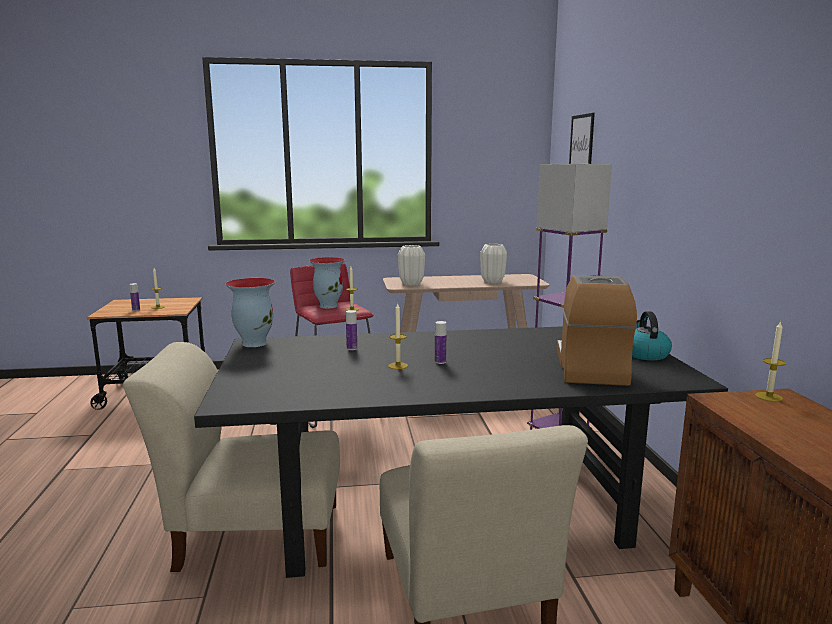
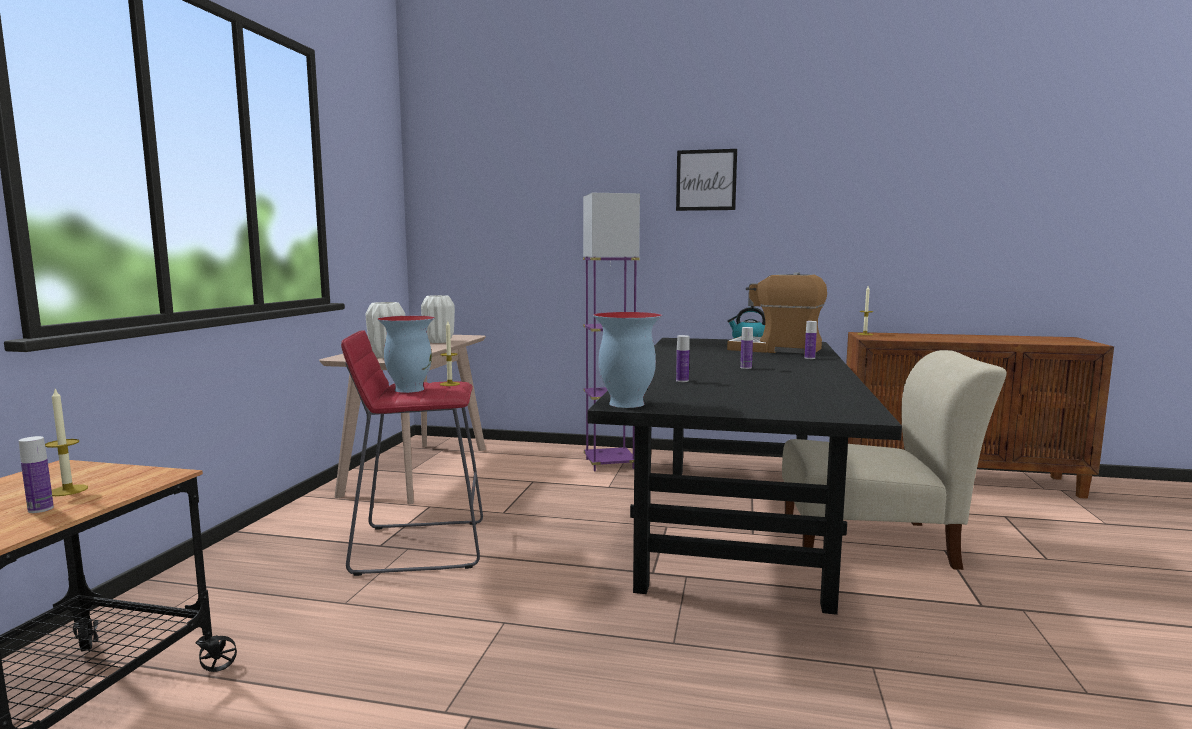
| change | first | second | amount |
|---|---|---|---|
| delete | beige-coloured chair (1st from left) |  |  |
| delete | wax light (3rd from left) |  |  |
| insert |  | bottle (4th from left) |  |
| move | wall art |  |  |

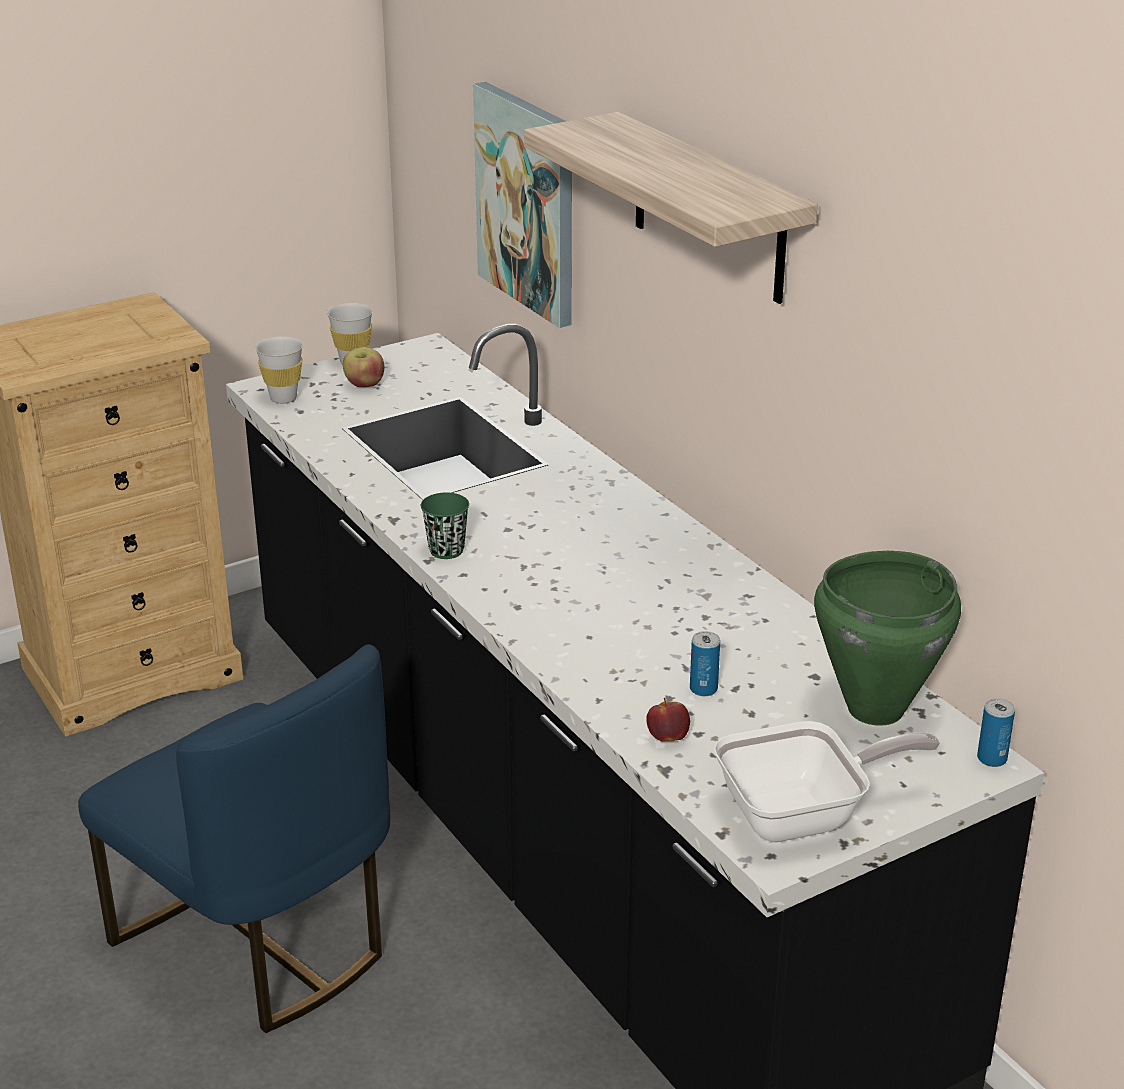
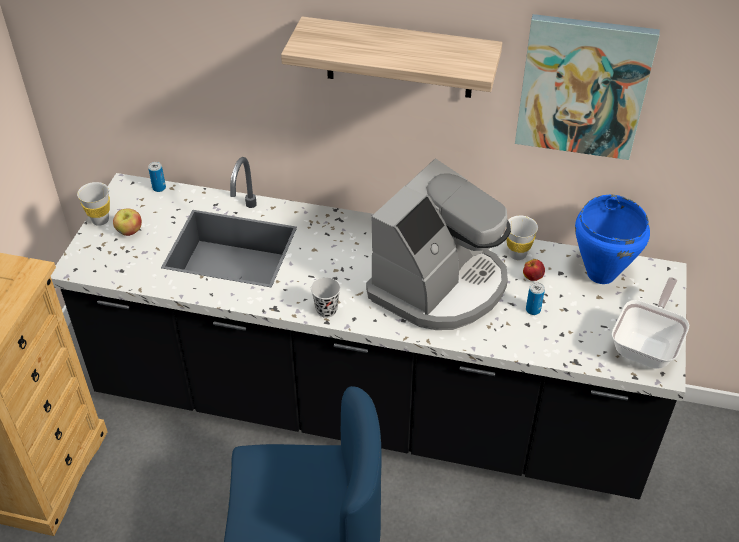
| change | first | second | amount |
|---|---|---|---|
| insert |  | coffee maker |  |
| move | white drinking cup (1st from left in the first image) | white drinking cup (2nd from left) |  |
| move | wall art |  |  |
| move | apple fruit (2nd from left) |  |  |
| move | can (2nd from left in the first image) | can (1st from left) |  |
| recolor | green drinking cup | black drinking cup |  |
| recolor | green cooking pot | bluish cooking pot |  |

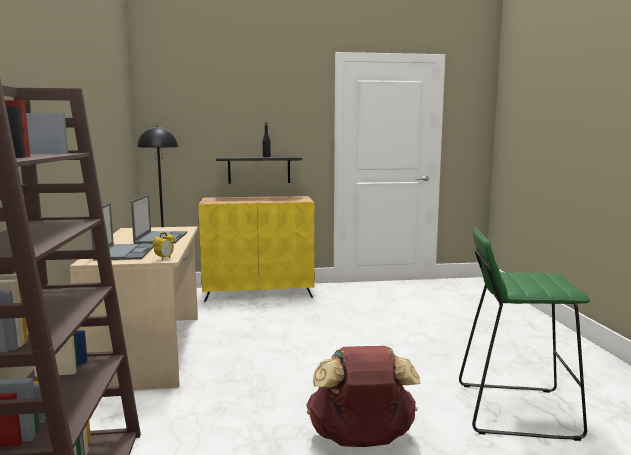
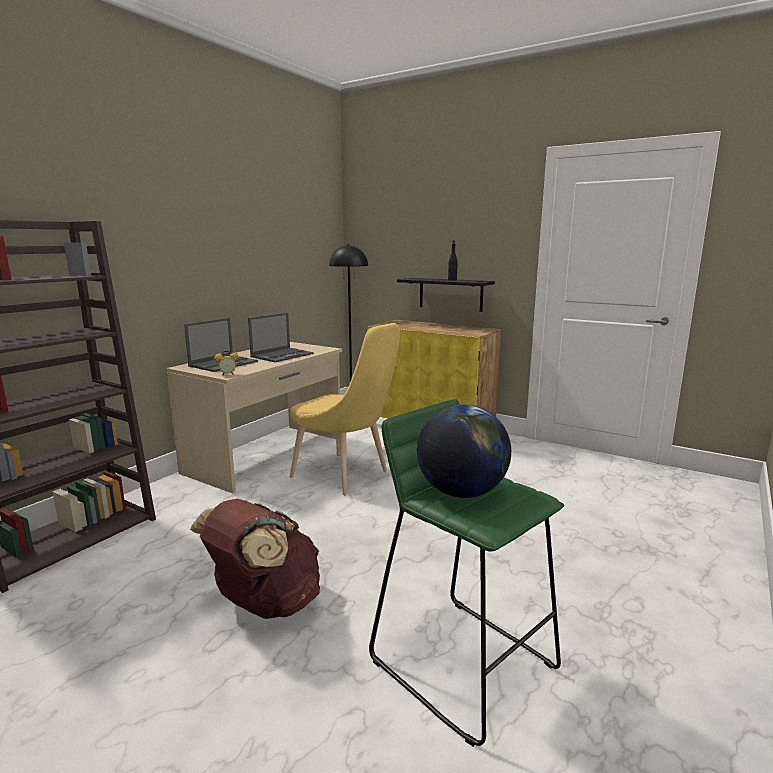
| change | first | second | amount |
|---|---|---|---|
| insert |  | yellowish chair |  |
| insert |  | desk globe |  |

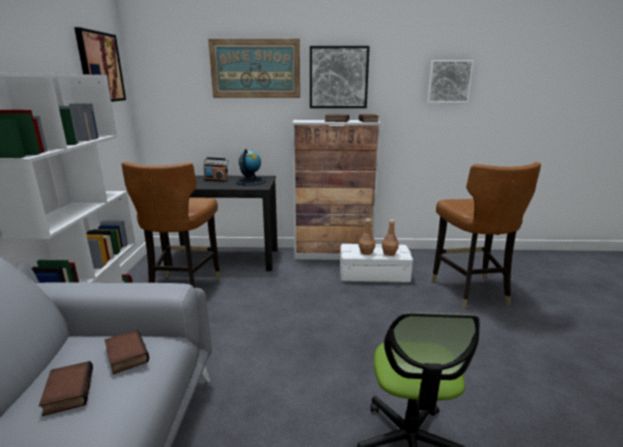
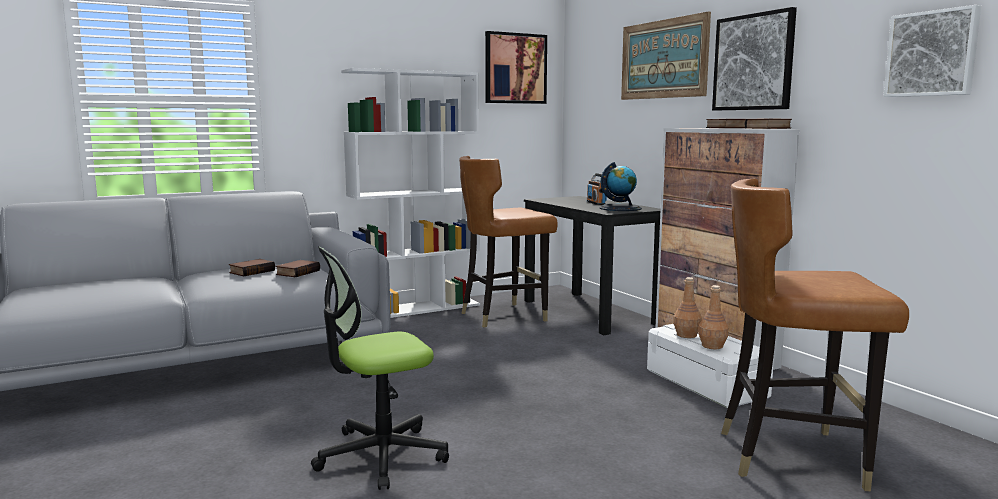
| change | first | second | amount |
|---|---|---|---|
| rotate | brown-coloured chair (2nd from left) |  | 45 degrees clockwise |

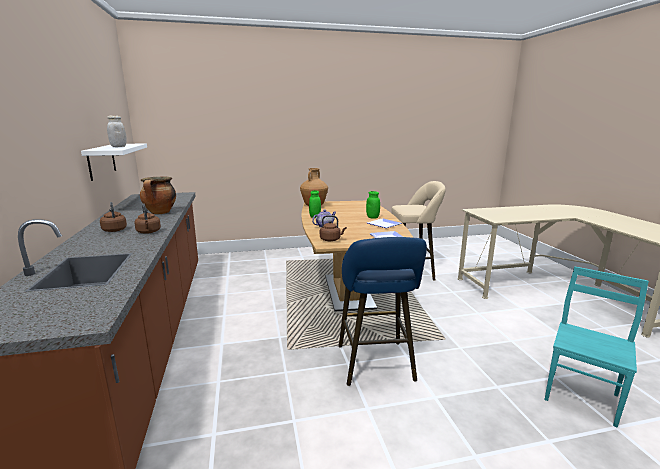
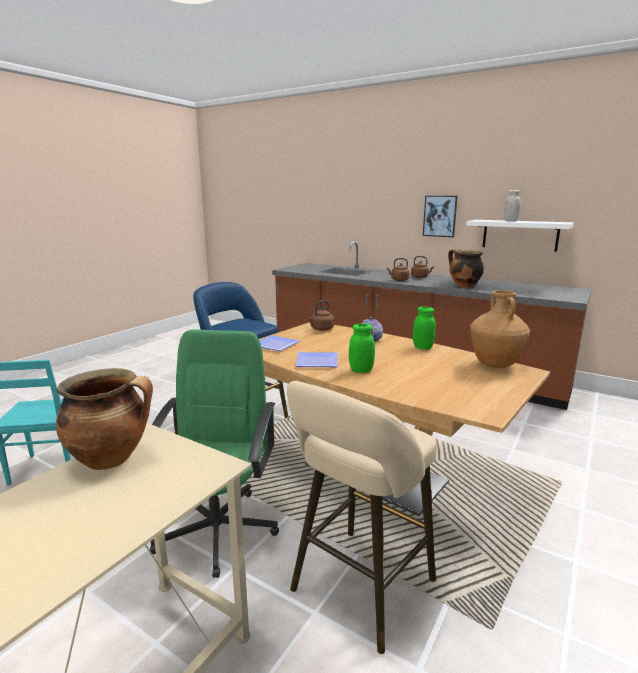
| change | first | second | amount |
|---|---|---|---|
| insert |  | cooking pot (1st from left) |  |
| insert |  | green computer chair |  |
| insert |  | wall art |  |

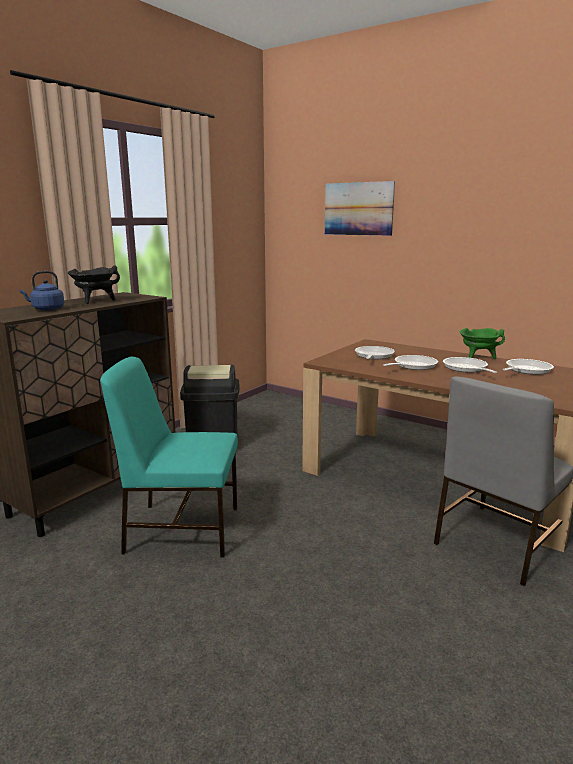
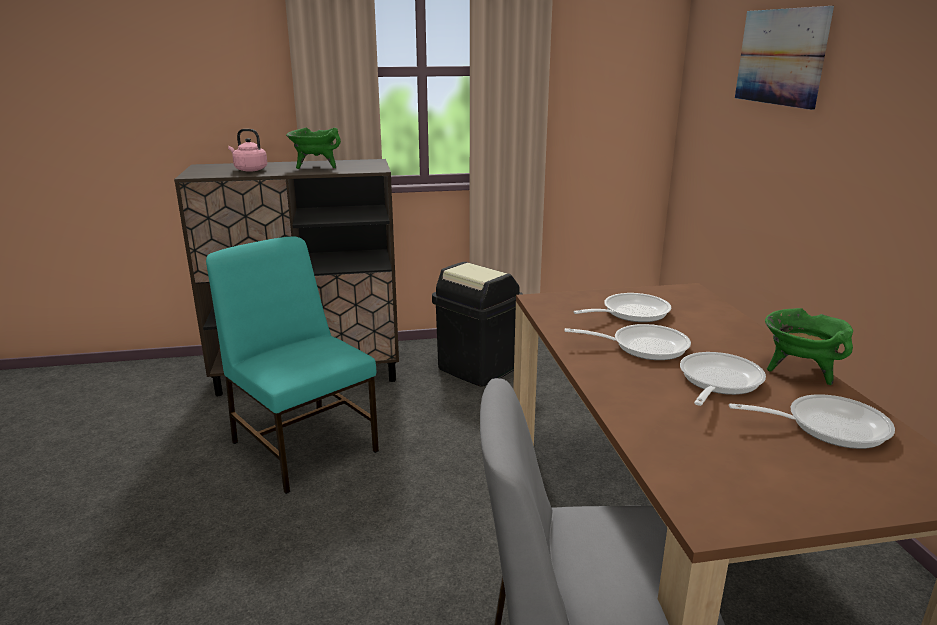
| change | first | second | amount |
|---|---|---|---|
| recolor | bluish water kettle | pink water kettle |  |
| recolor | black cooking pot | green cooking pot (1st from left) |  |

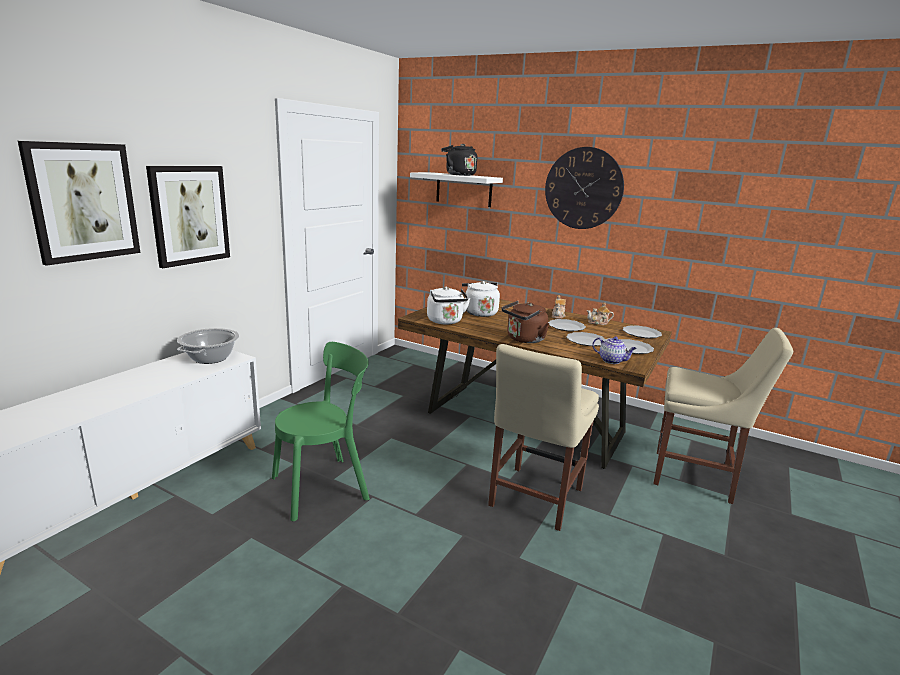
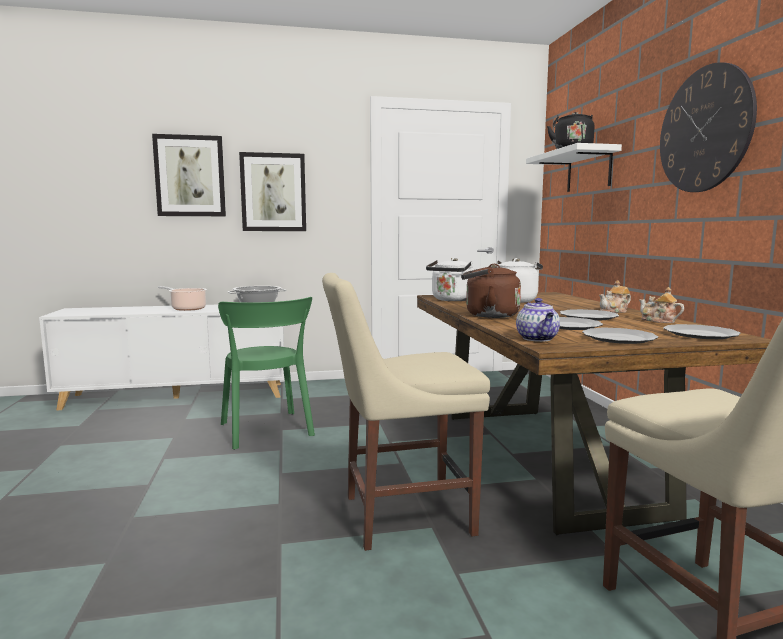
| change | first | second | amount |
|---|---|---|---|
| insert |  | cooking pot (1st from left) |  |
| rotate | green chair |  | 45 degrees clockwise |

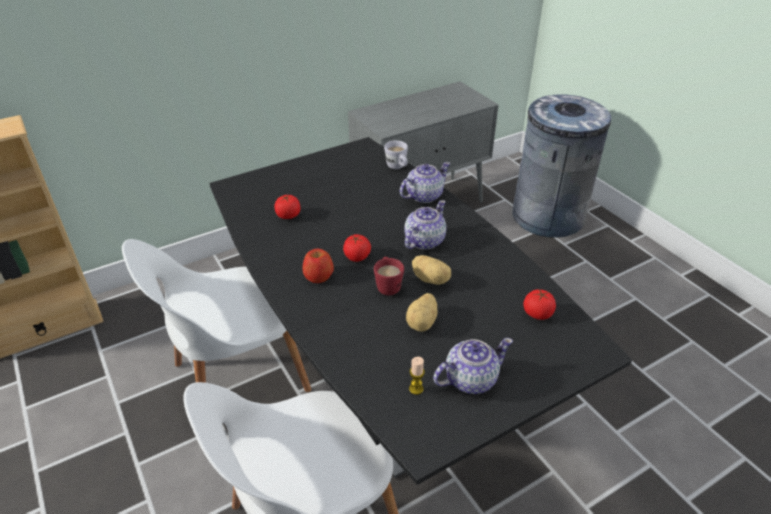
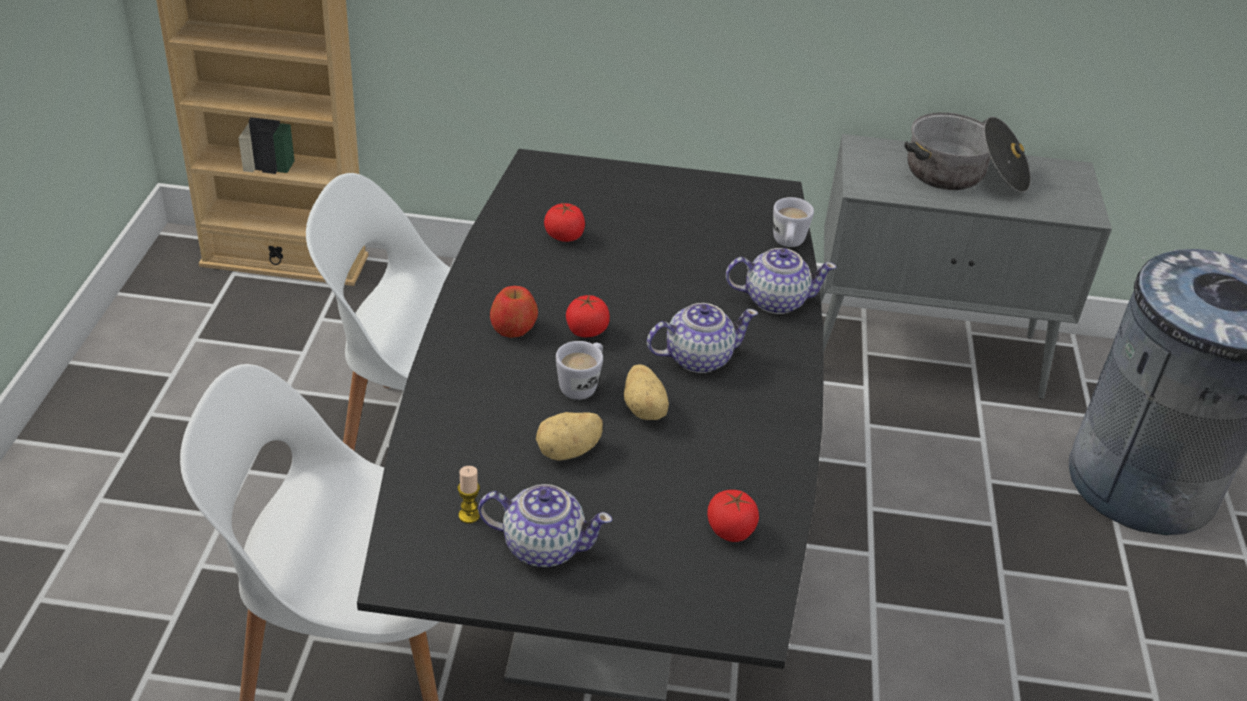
| change | first | second | amount |
|---|---|---|---|
| insert |  | cooking pot |  |
| recolor | red-coloured mug | white mug (1st from left) |  |

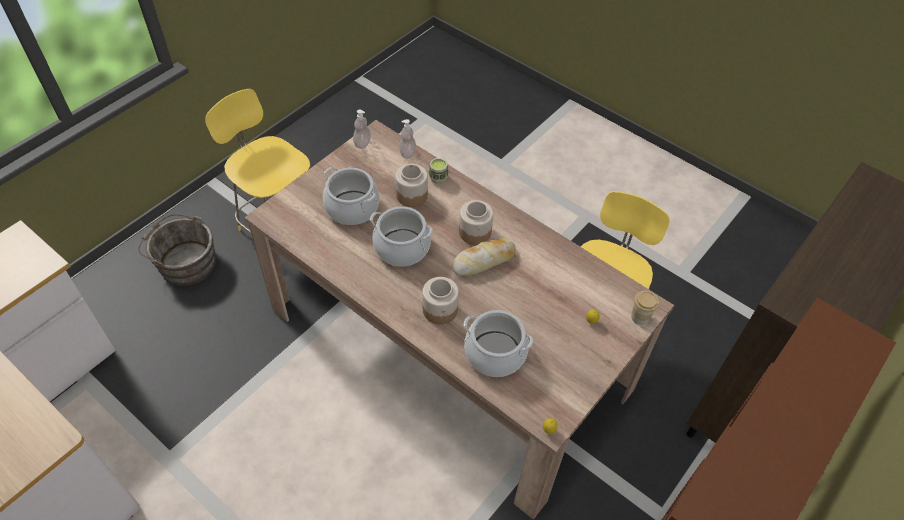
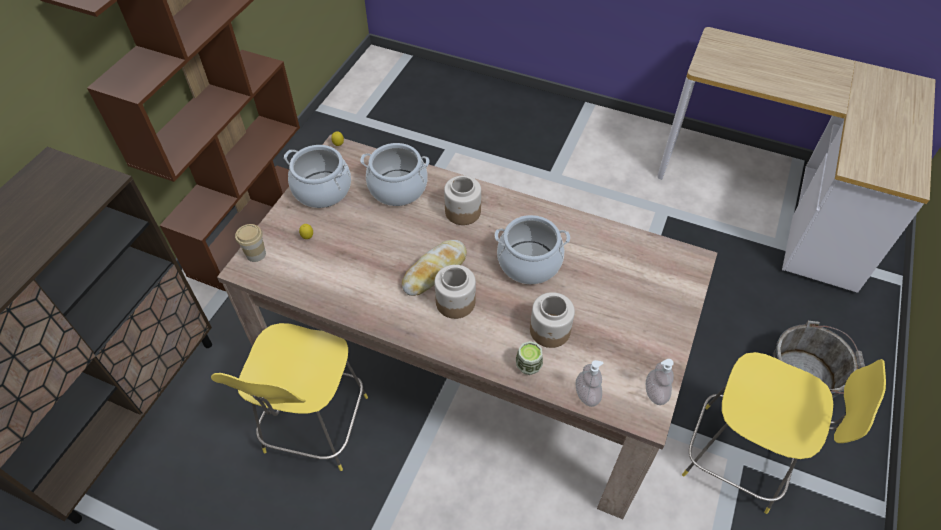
| change | first | second | amount |
|---|---|---|---|
| move | cooking pot (1st from left) |  |  |

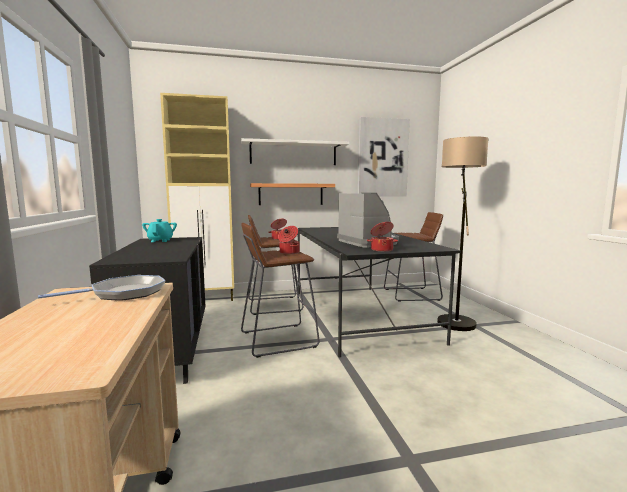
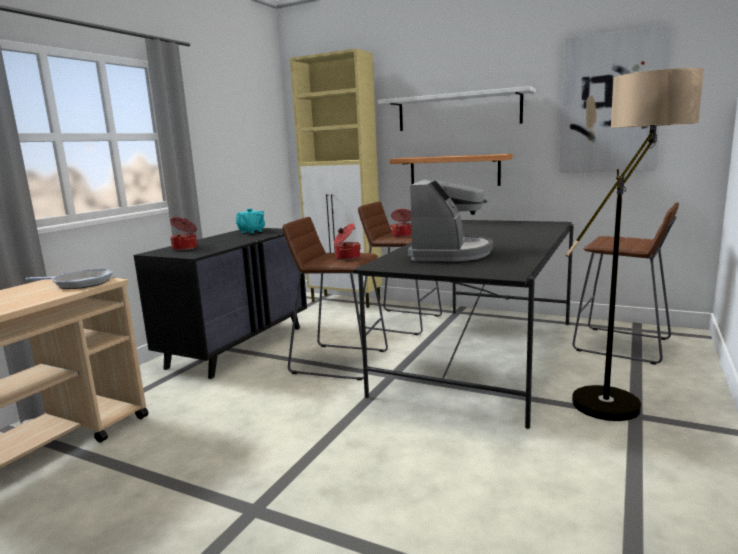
| change | first | second | amount |
|---|---|---|---|
| move | cooking pot (3rd from left in the first image) | cooking pot (1st from left) |  |

